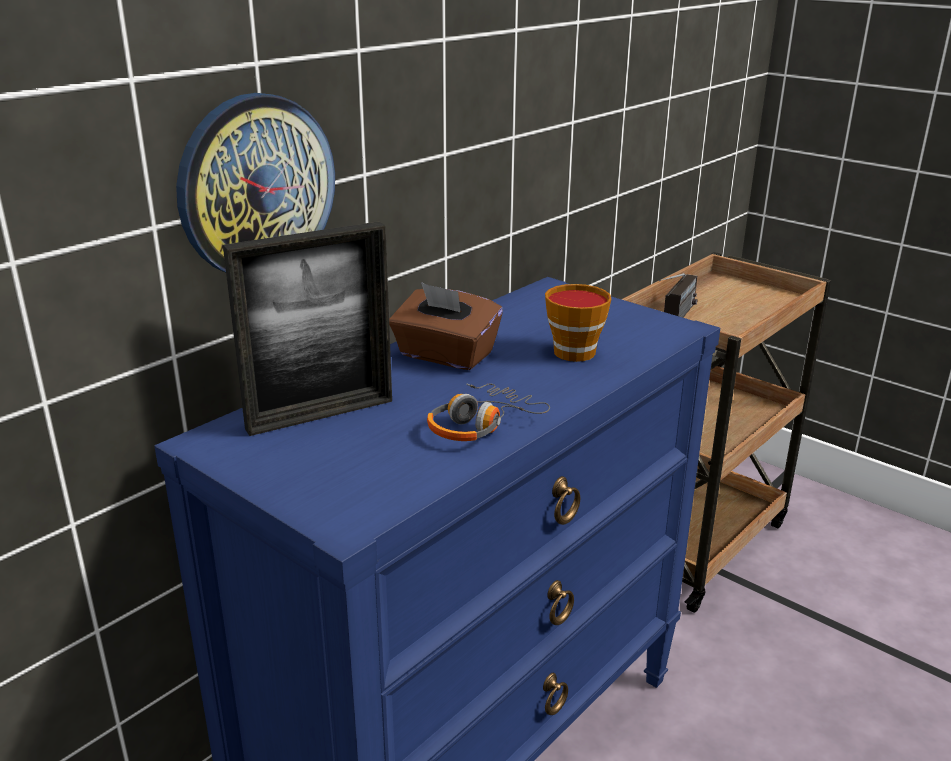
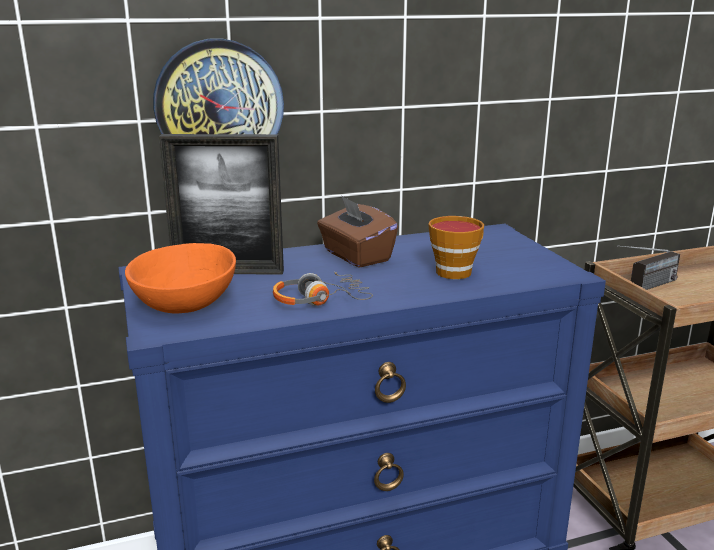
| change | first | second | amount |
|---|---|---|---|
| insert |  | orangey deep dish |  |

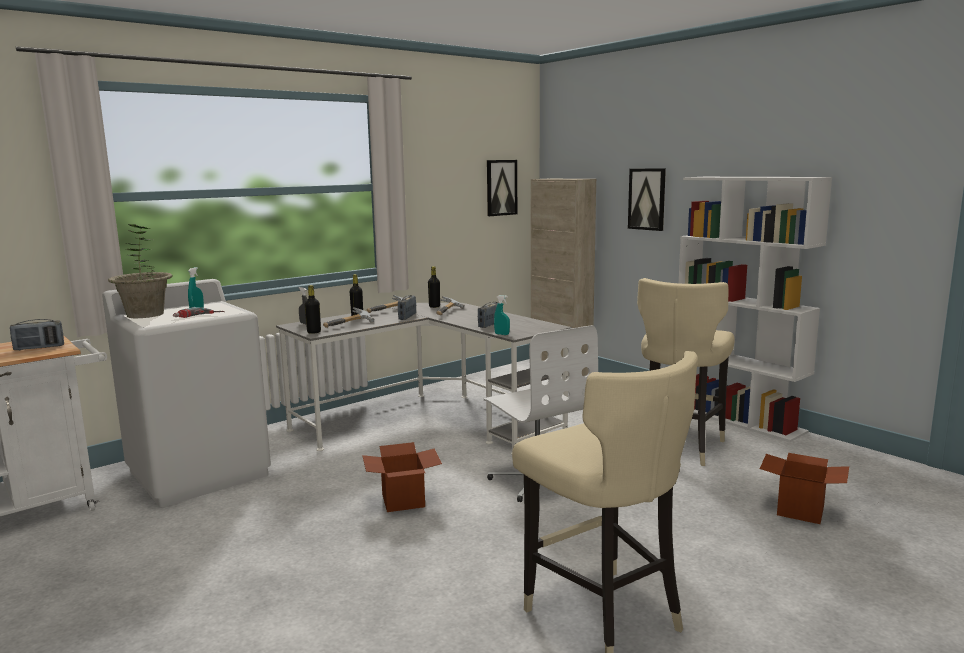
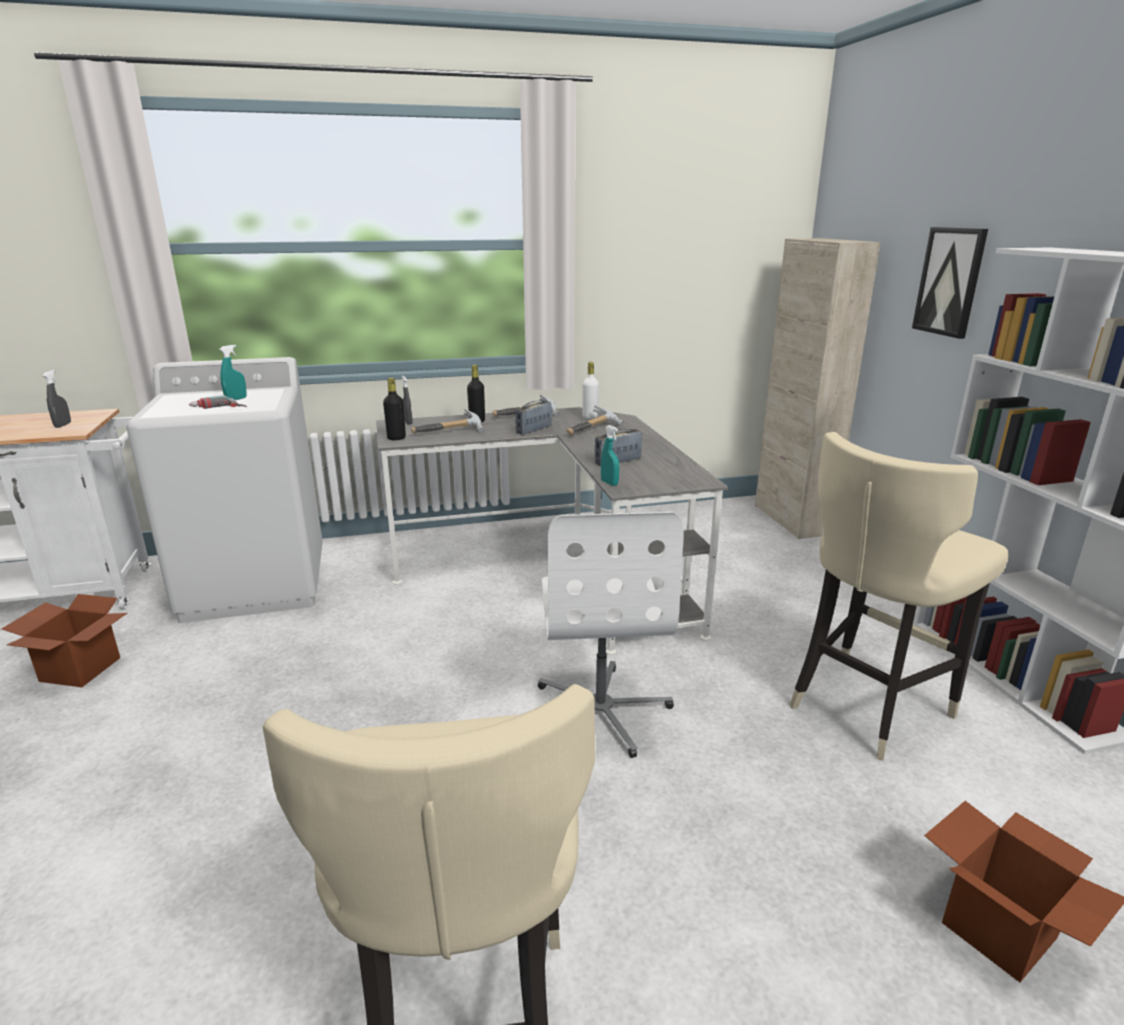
| change | first | second | amount |
|---|---|---|---|
| delete | houseplant |  |  |
| delete | wall art (1st from left) |  |  |
| move | carton (1st from left) |  |  |
| replace | radio receiver (1st from left) | grey spray bottle (1st from left) |  |
| recolor | black bottle (3rd from left) | white bottle |  |

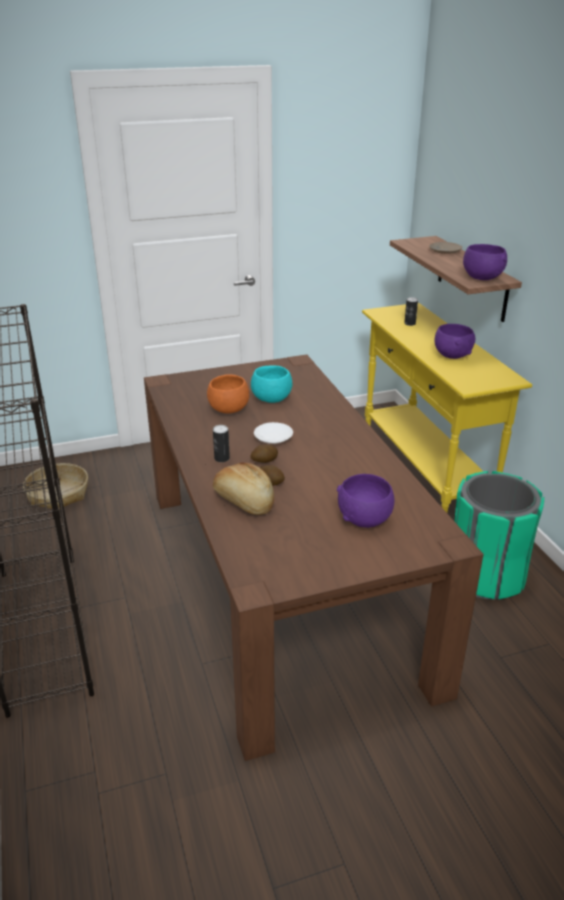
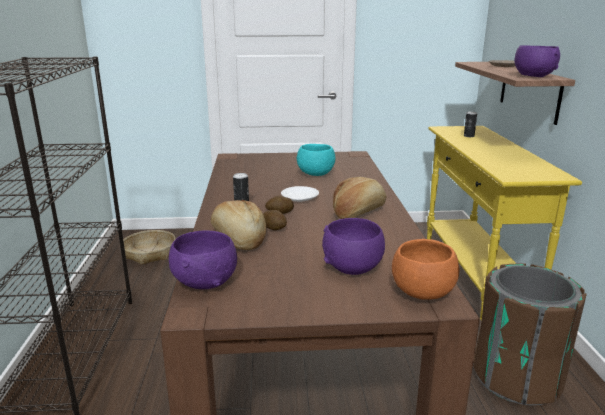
| change | first | second | amount |
|---|---|---|---|
| insert |  | bakery bread (2nd from left) |  |
| move | orangey deep dish |  |  |
| move | purplish deep dish (2nd from left in the first image) | purplish deep dish (1st from left) |  |
| recolor | green waste bin | brown-coloured waste bin |  |

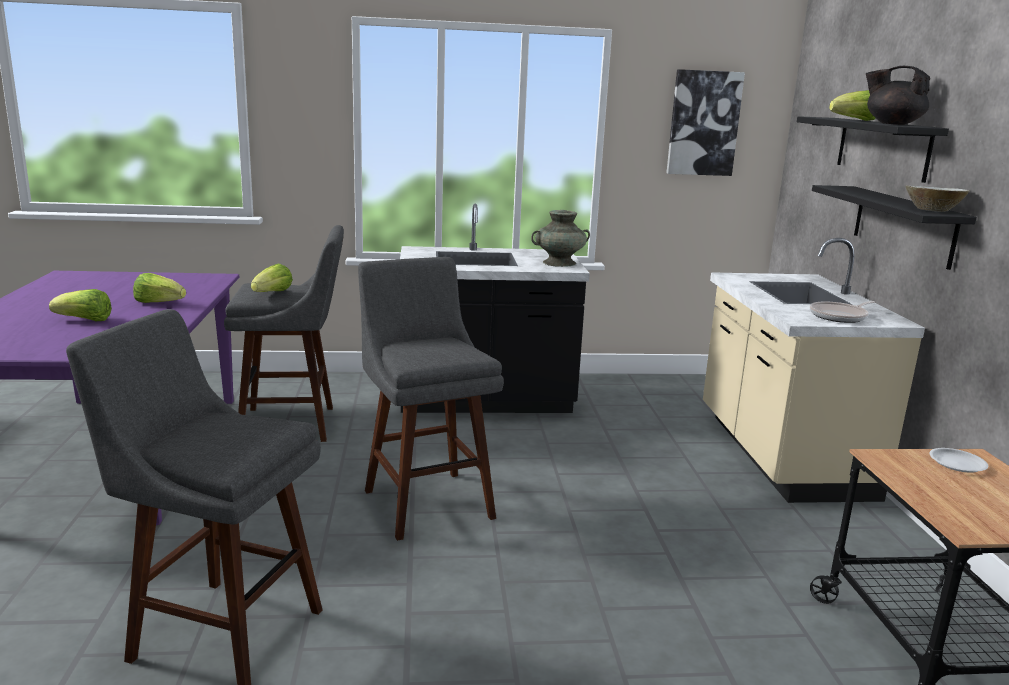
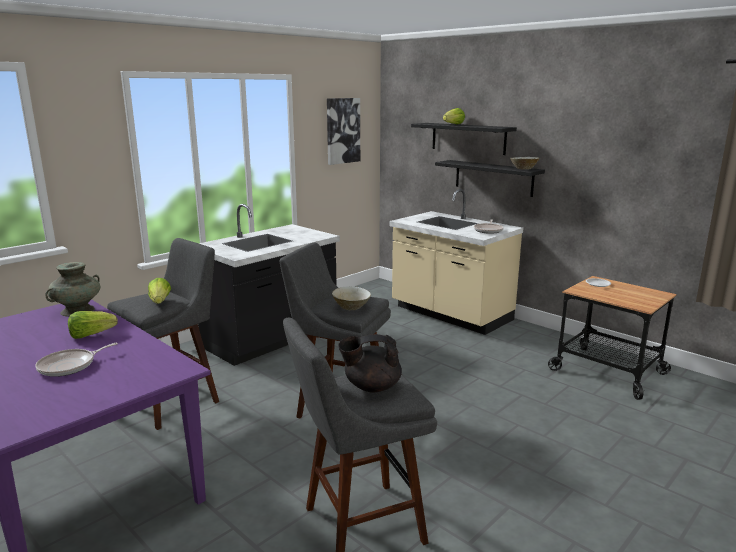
| change | first | second | amount |
|---|---|---|---|
| insert |  | beige-coloured deep dish (1st from left) |  |
| move | turquoise-coloured vase |  |  |
| move | black teapot |  |  |
| replace | head of lettuce (1st from left) | pan (1st from left) |  |

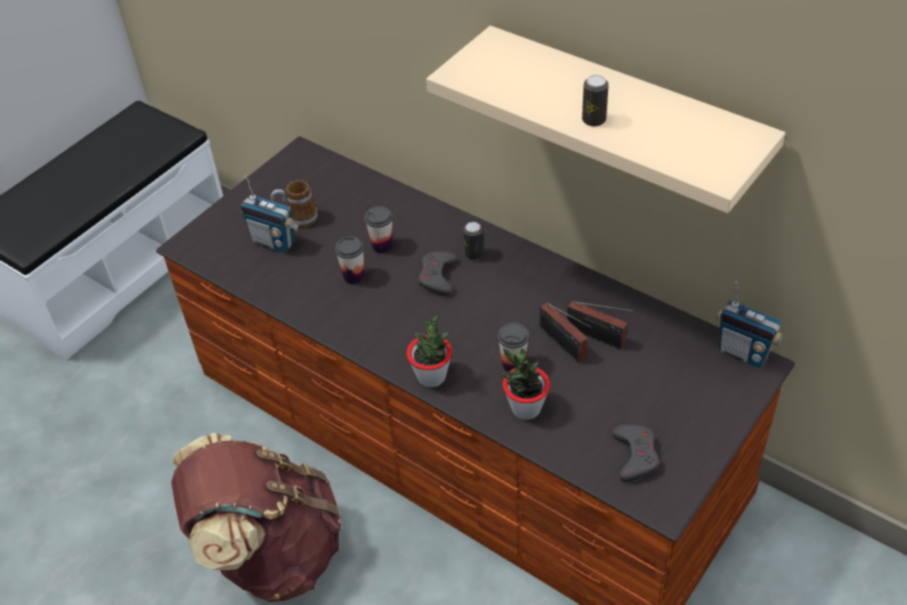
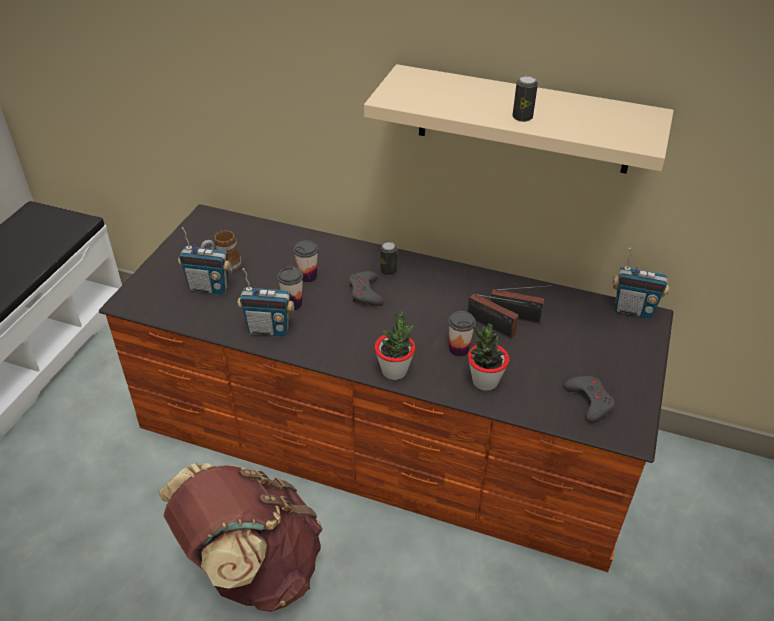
| change | first | second | amount |
|---|---|---|---|
| insert |  | radio receiver (2nd from left) |  |

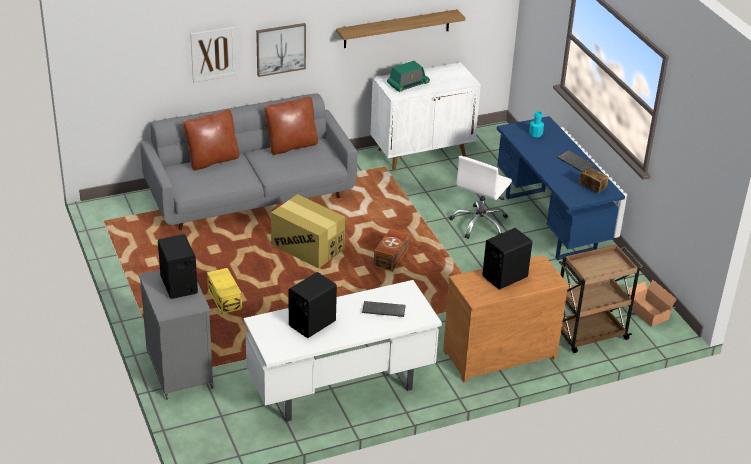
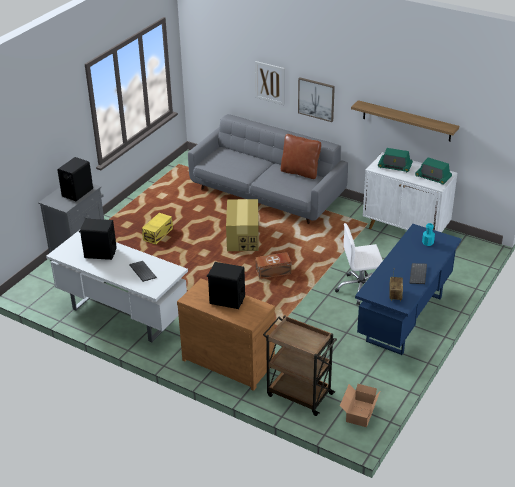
| change | first | second | amount |
|---|---|---|---|
| delete | brown-coloured pillow (1st from left) |  |  |
| insert |  | radio receiver (3rd from left) |  |

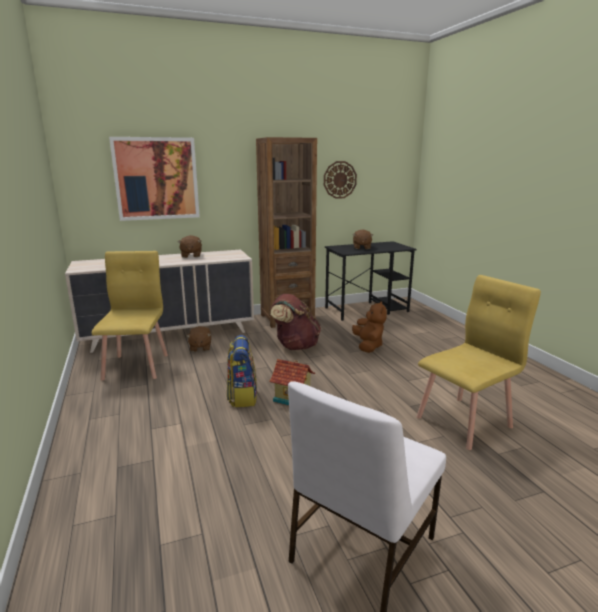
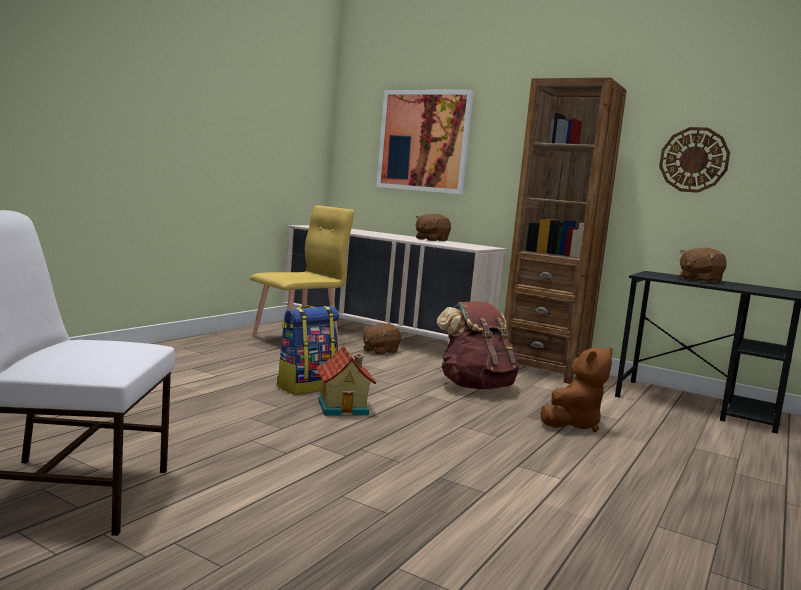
| change | first | second | amount |
|---|---|---|---|
| delete | yellowish chair (2nd from left) |  |  |

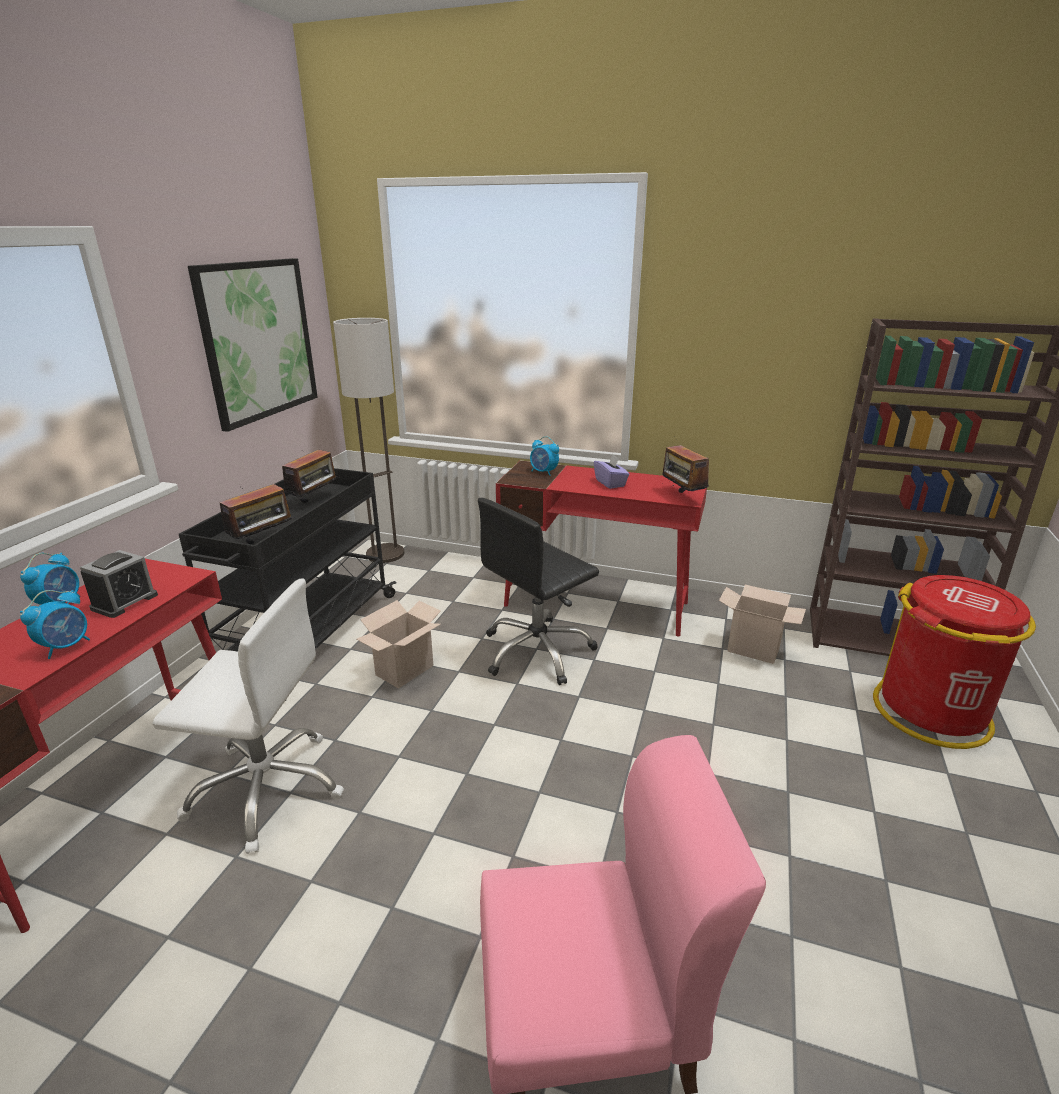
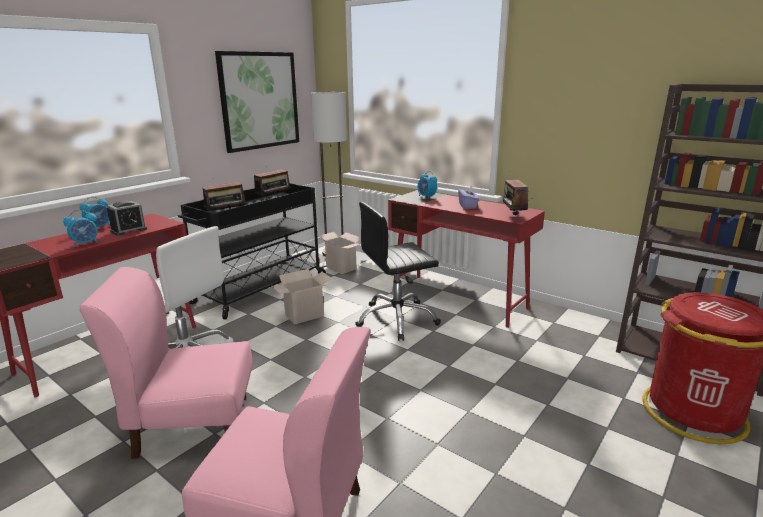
| change | first | second | amount |
|---|---|---|---|
| insert |  | pink chair (1st from left) |  |
| move | carton (2nd from left) |  |  |

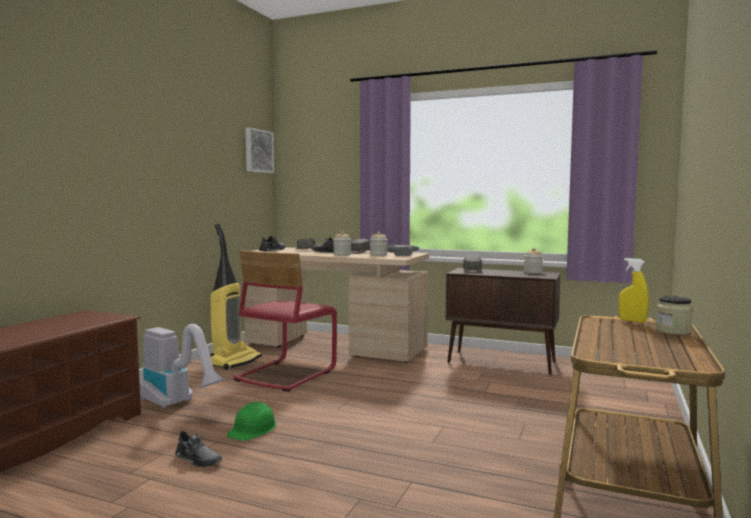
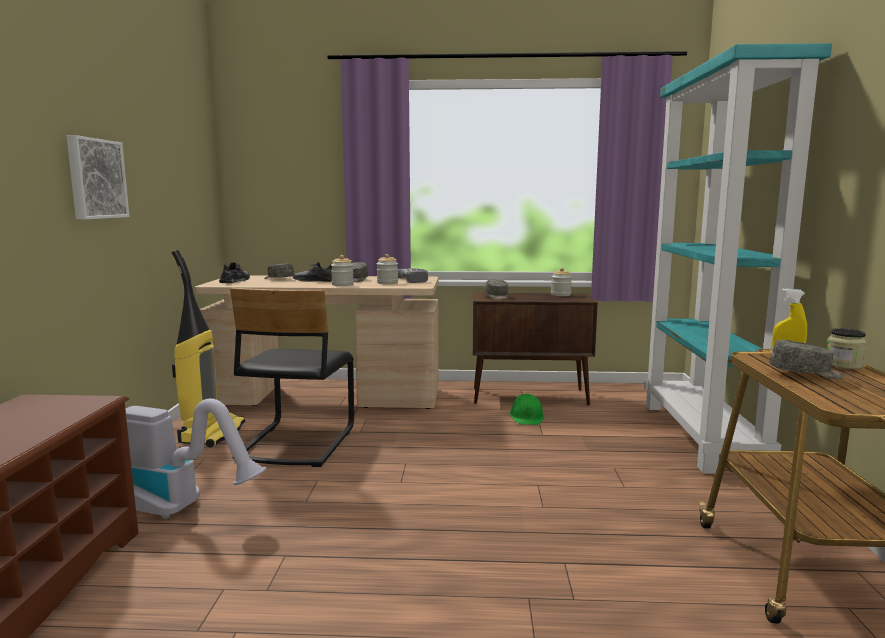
| change | first | second | amount |
|---|---|---|---|
| delete | grey item of footwear (1st from left) |  |  |
| insert |  | turquoise-coloured bookshelf |  |
| insert |  | grey cap (4th from left) |  |
| move | green safety helmet |  |  |
| move | wall art |  |  |
| recolor | red-coloured chair | black chair |  |

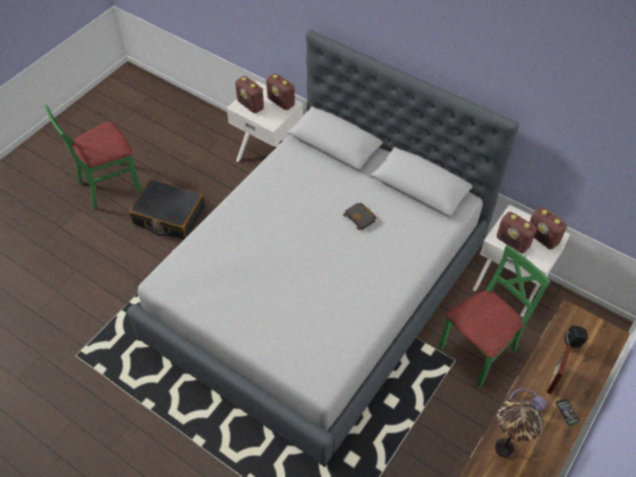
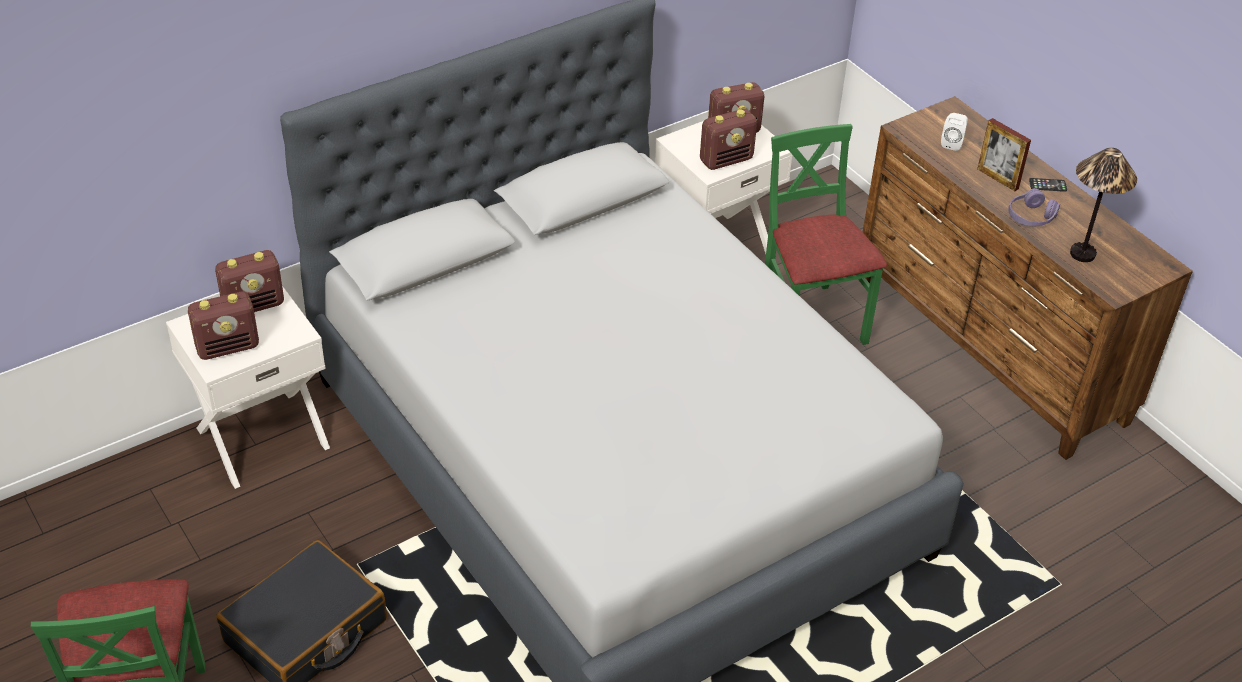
| change | first | second | amount |
|---|---|---|---|
| delete | black volume |  |  |
| recolor | black speaker | white speaker |  |

